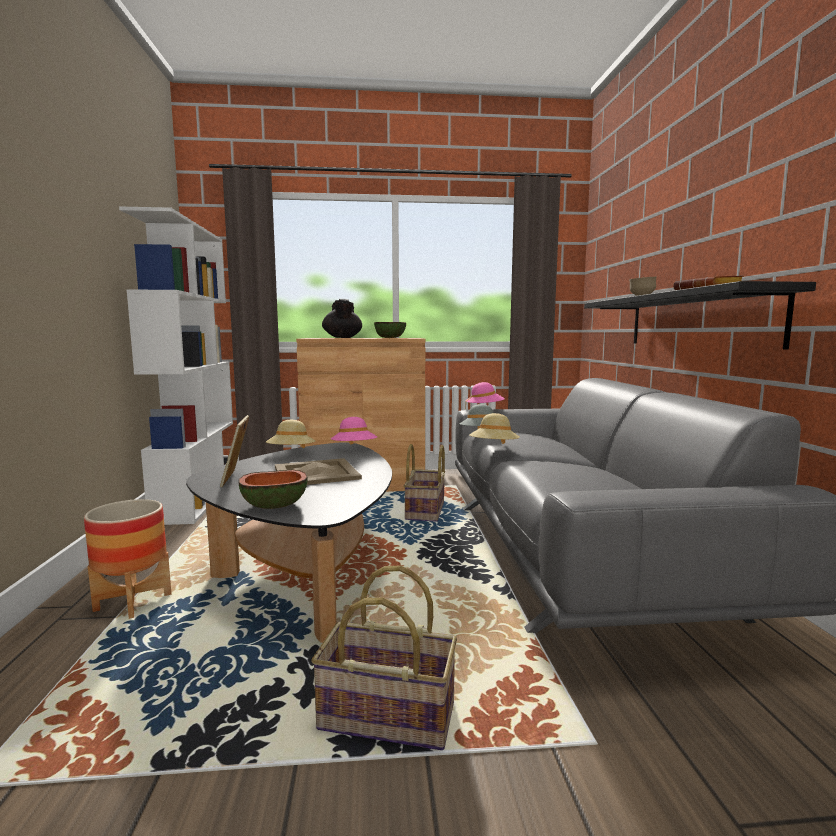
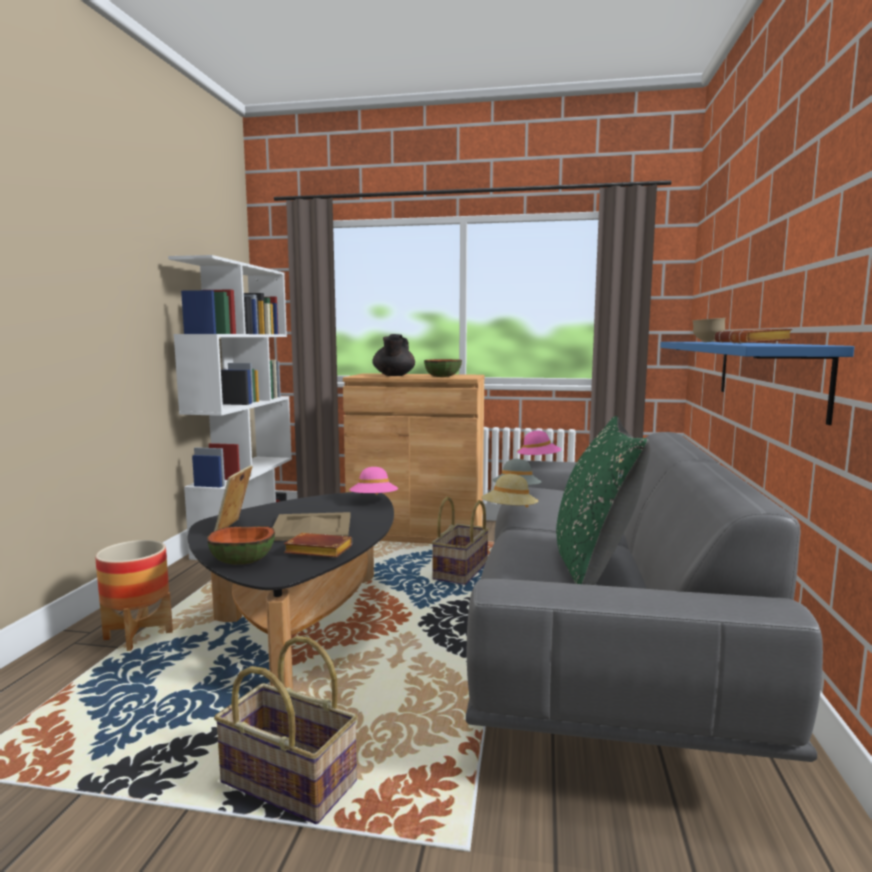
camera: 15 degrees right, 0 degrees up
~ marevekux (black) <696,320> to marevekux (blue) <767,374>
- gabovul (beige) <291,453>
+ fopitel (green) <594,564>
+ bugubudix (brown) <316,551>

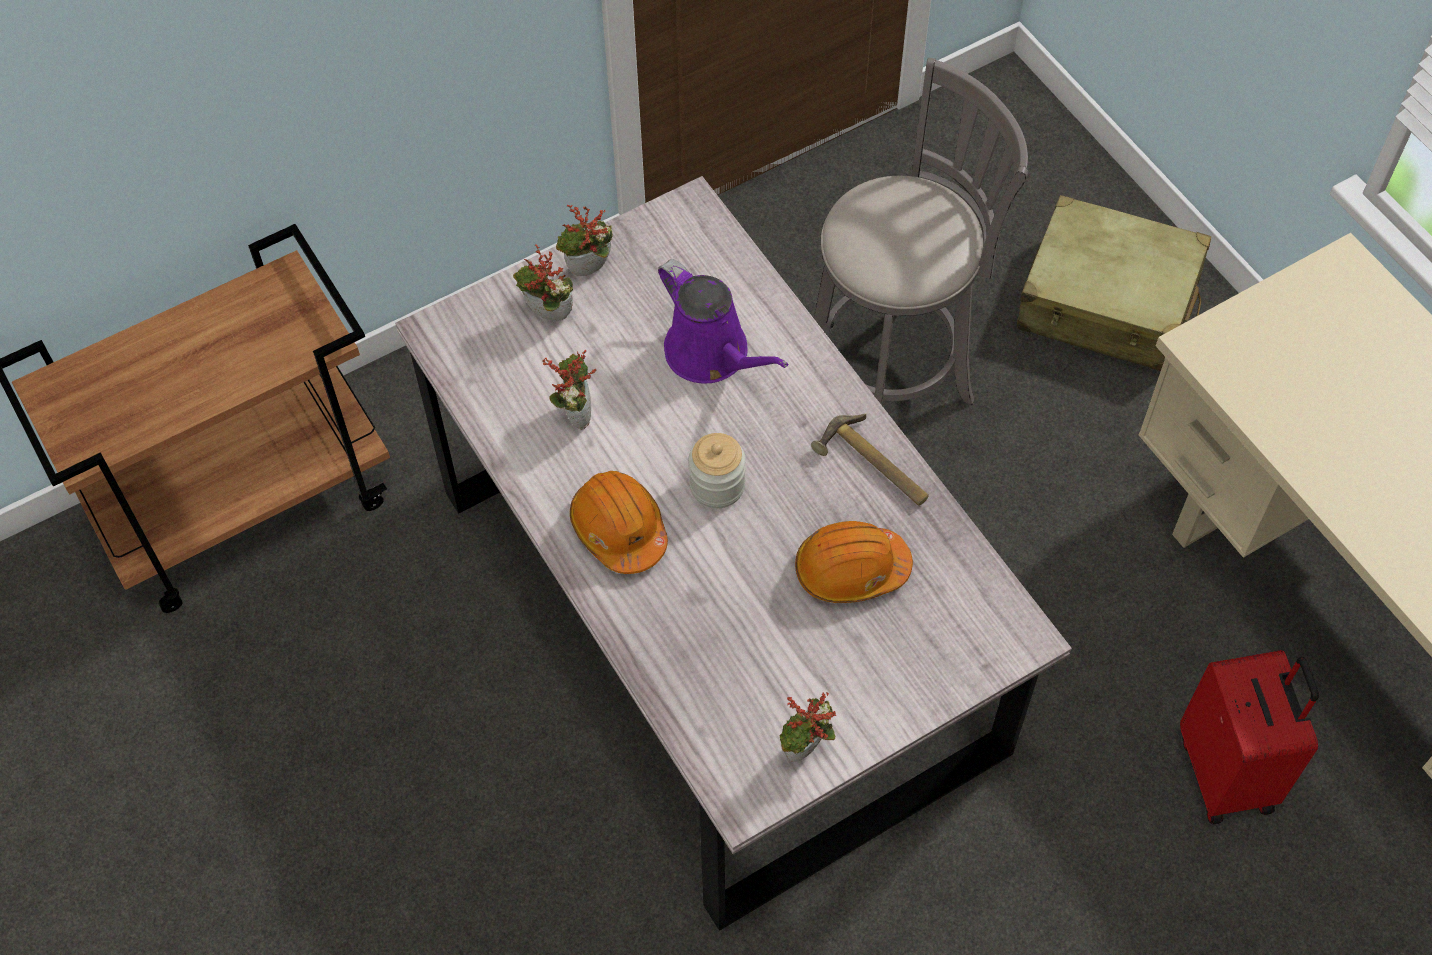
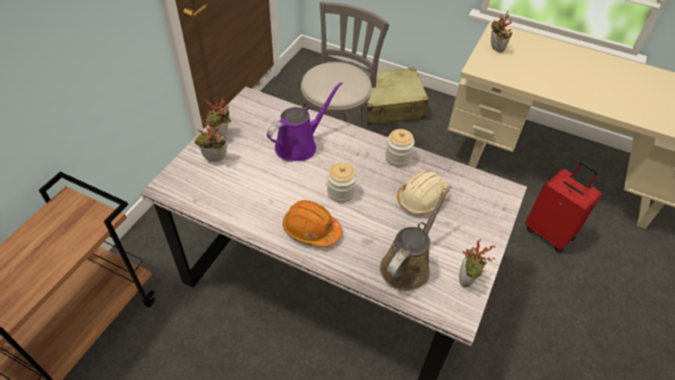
camera: 35 degrees left, 10 degrees down
~ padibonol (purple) <712,355> = <299,145> 60 degrees counterclockwise
~ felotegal <575,414> to <494,49>
~ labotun <872,468> to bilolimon <397,158>
~ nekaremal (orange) <851,570> to nekaremal (beige) <422,198>
+ padibonol (brown) <407,265>

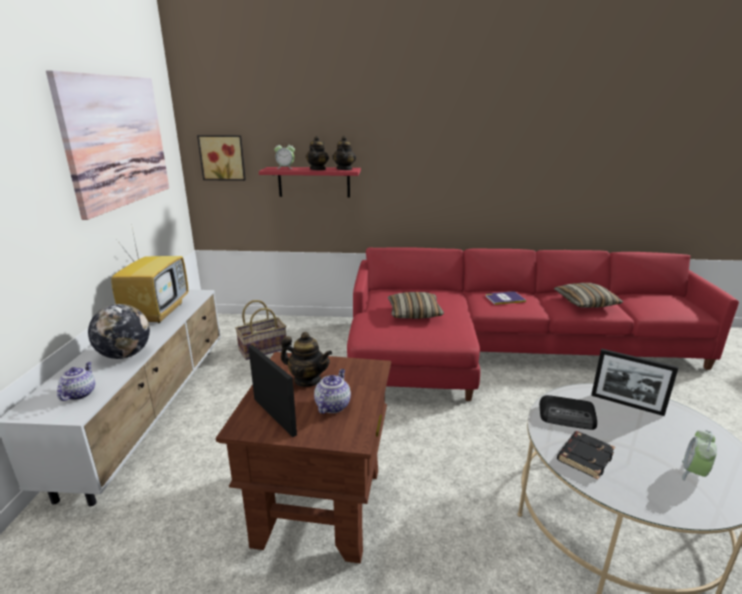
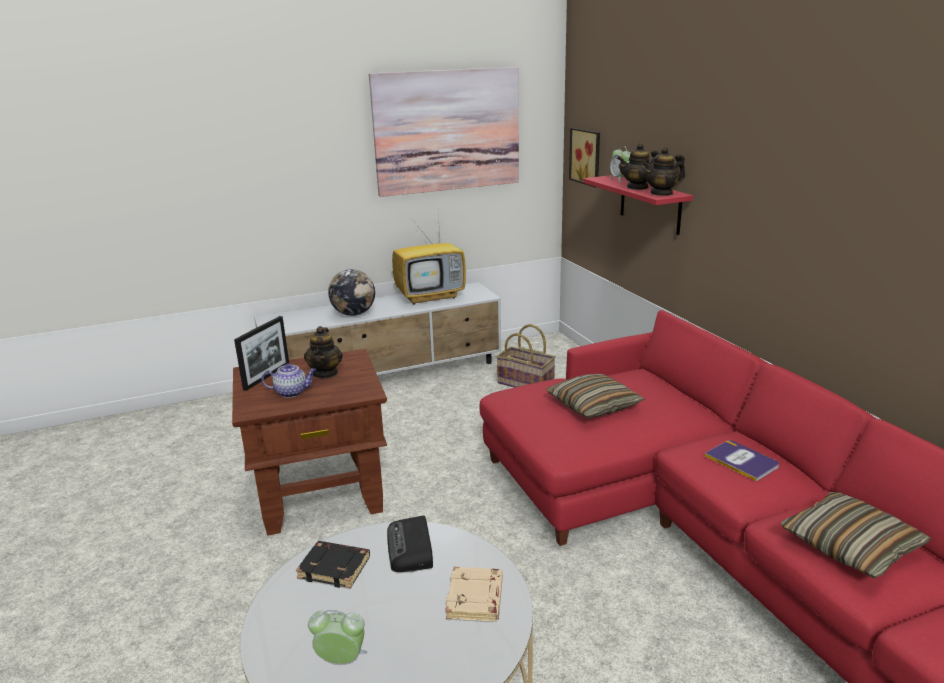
camera: 65 degrees right, 0 degrees up
~ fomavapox <626,404> to bugubudix (beige) <476,599>
- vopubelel <79,393>

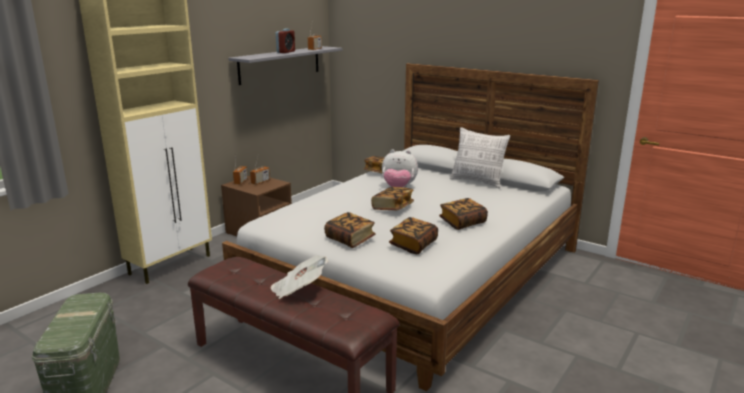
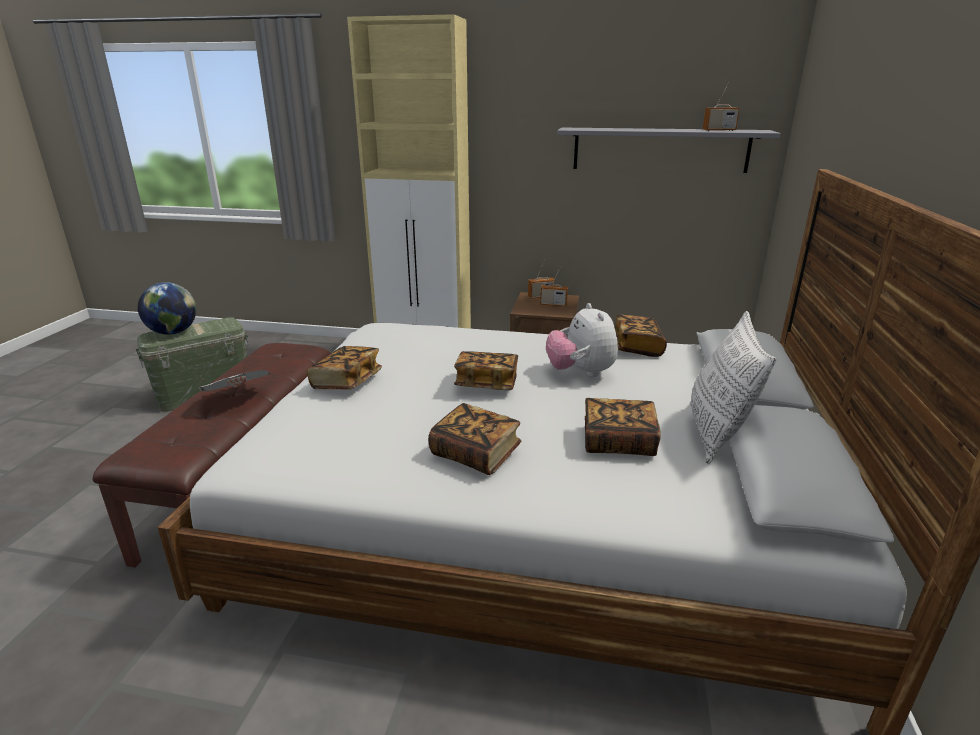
camera: 65 degrees right, 5 degrees up
- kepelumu <286,52>
~ bugubudix <413,245> to <618,442>
+ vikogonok <173,332>

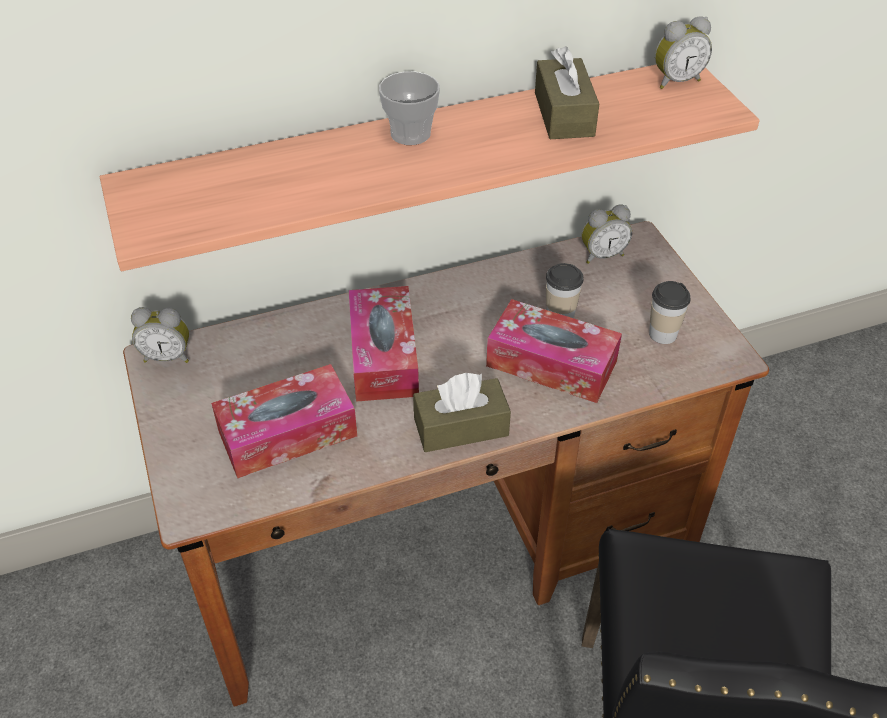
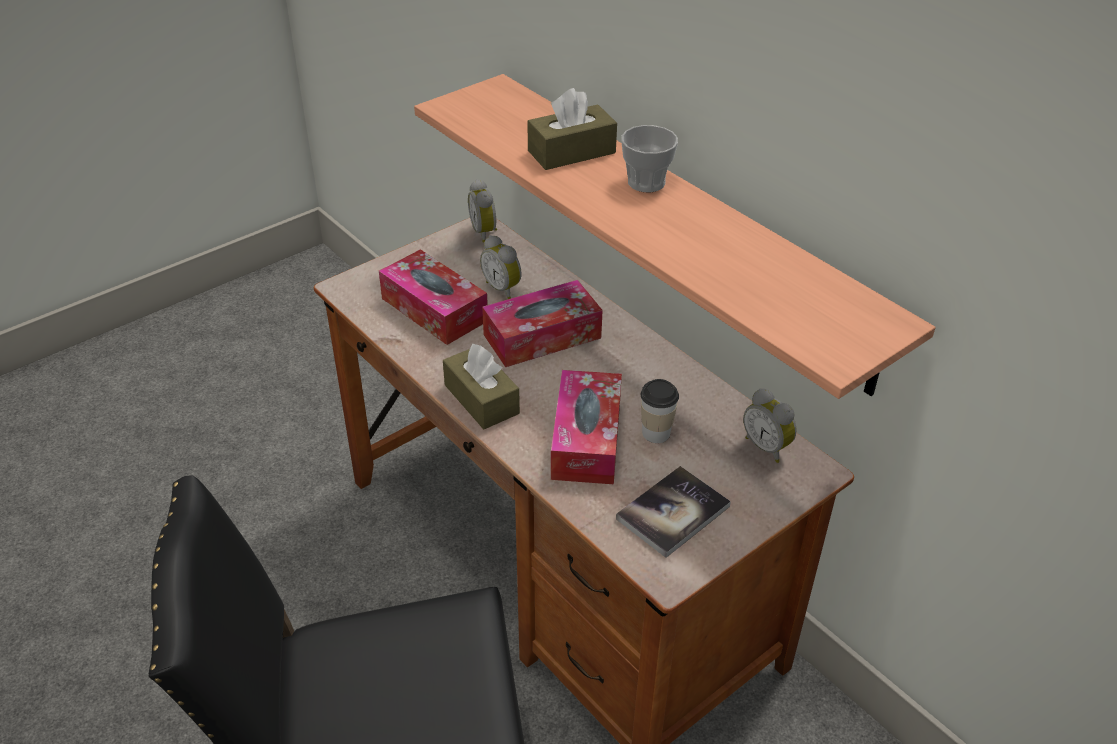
camera: 70 degrees right, 5 degrees down
~ kepelumu <676,81> to <503,288>
~ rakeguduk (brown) <564,114> to <571,152>
~ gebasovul <662,334> to bugubudix <673,513>

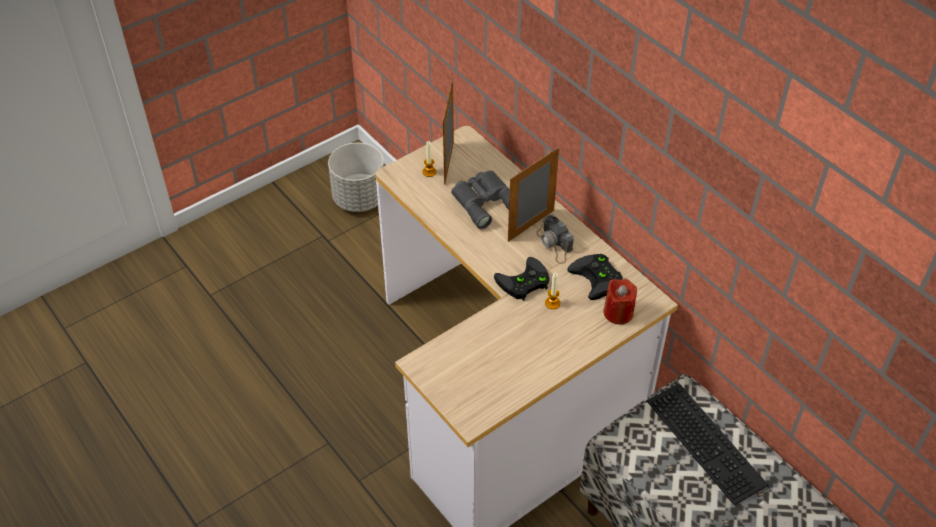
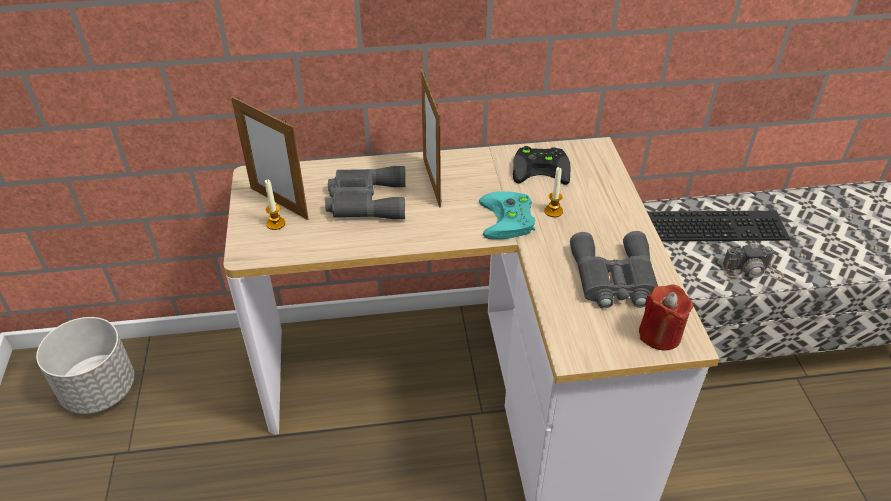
camera: 60 degrees left, 5 degrees down
~ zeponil <555,244> to <752,270>
~ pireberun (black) <523,283> to pireberun (turquoise) <509,220>
~ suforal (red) <618,313> to <660,334>
+ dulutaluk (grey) <613,279>

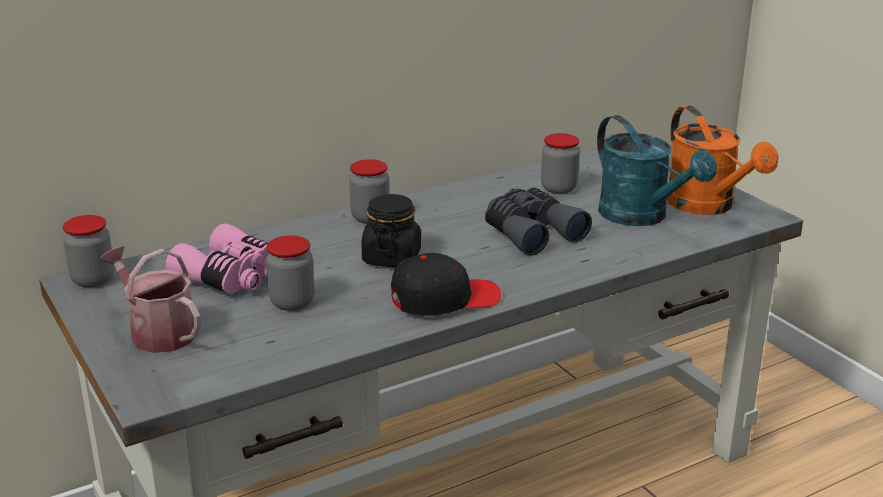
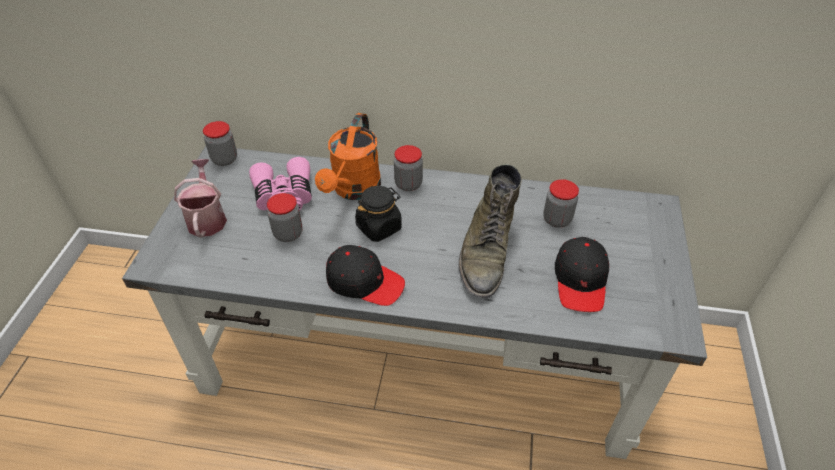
camera: 40 degrees right, 20 degrees up
~ padibonol (orange) <708,206> to <353,190>
~ padibonol (turquoise) <642,217> to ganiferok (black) <580,281>
~ dulutaluk (grey) <531,232> to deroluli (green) <486,252>

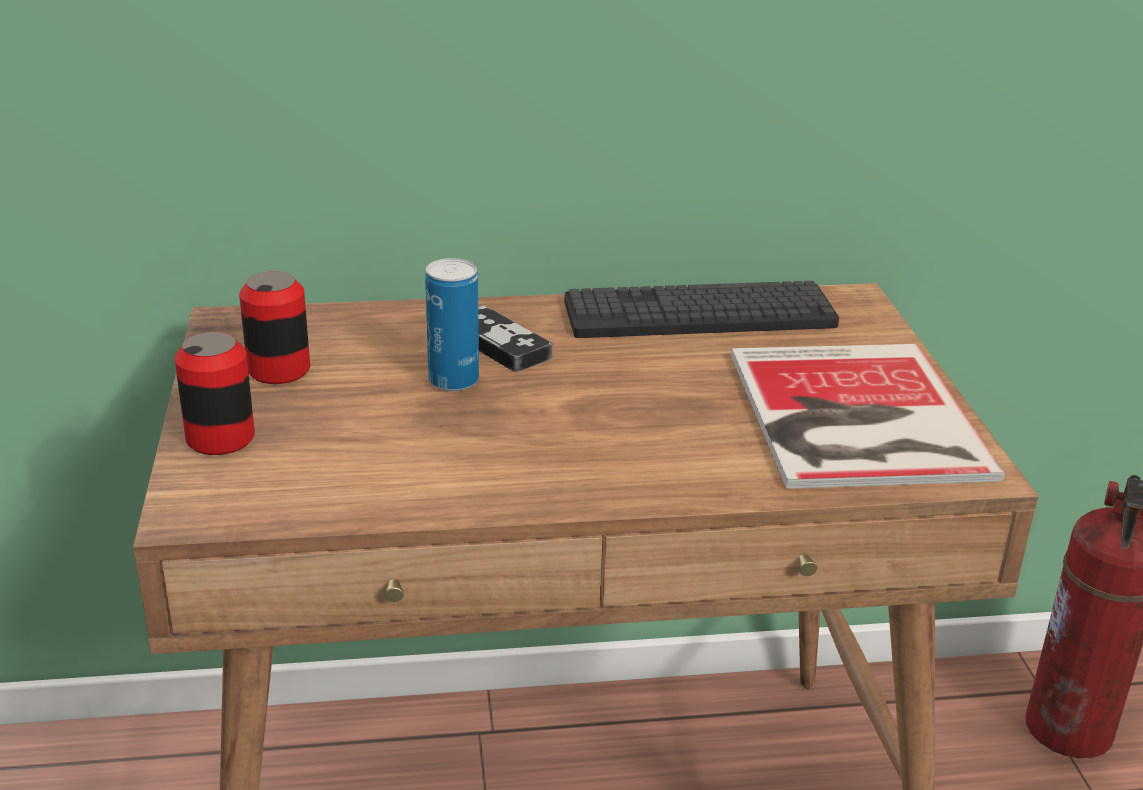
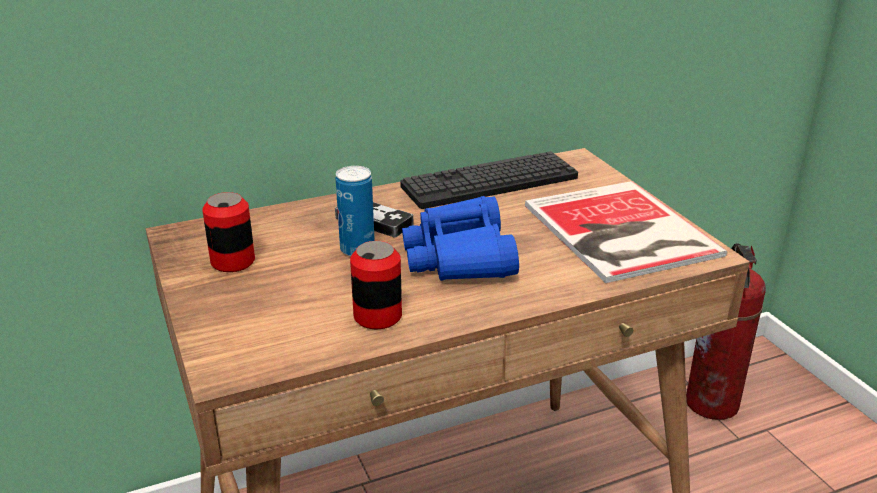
camera: 15 degrees left, 0 degrees up
~ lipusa <220,438> to <377,316>
+ dulutaluk (blue) <459,256>

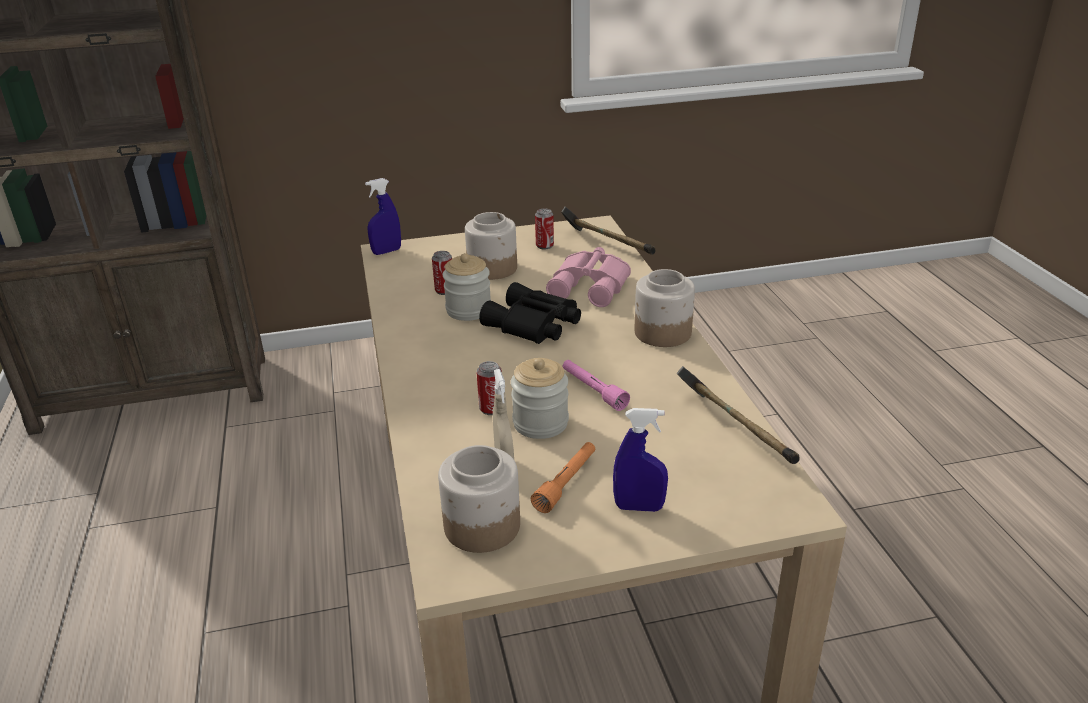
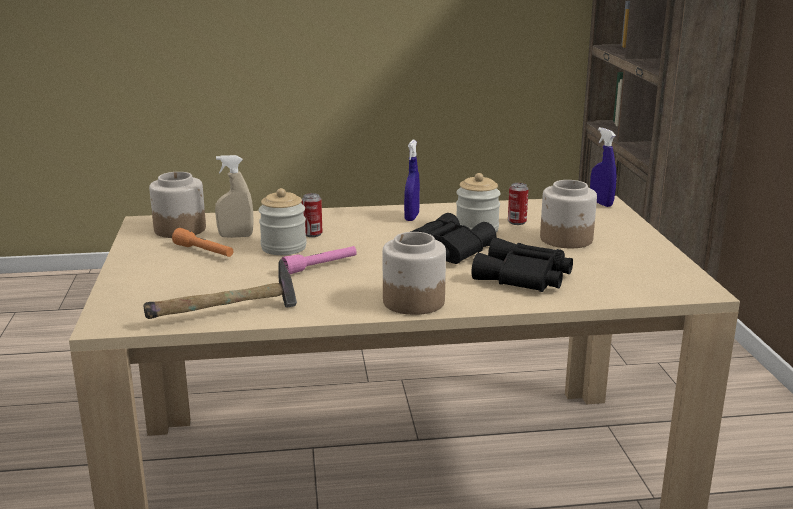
camera: 95 degrees right, 10 degrees down
- labotun <607,245>
- lipusa <544,246>
~ dulutaluk (pink) <592,286> to dulutaluk (black) <524,278>
~ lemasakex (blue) <639,507> to <411,217>

